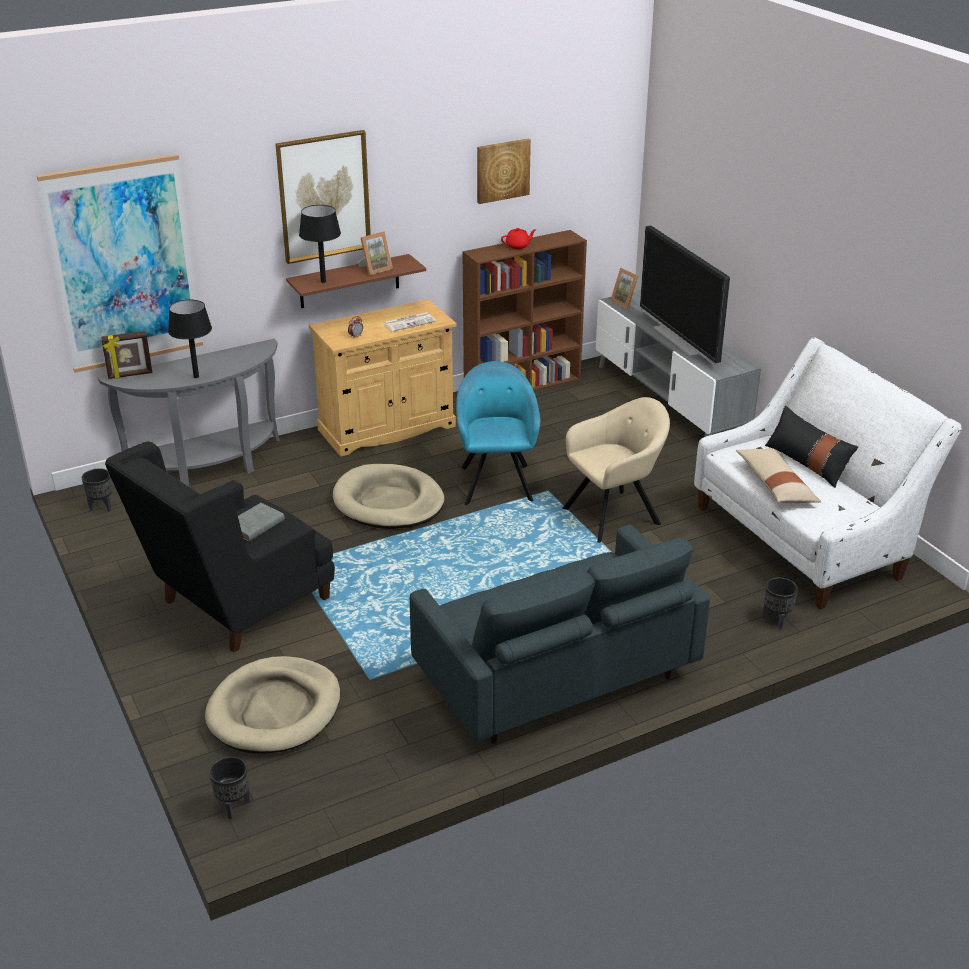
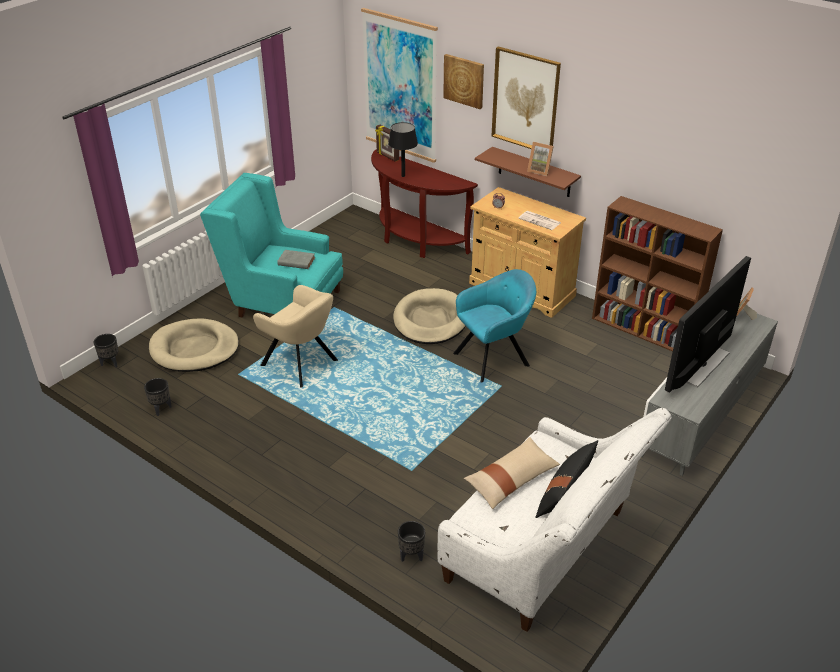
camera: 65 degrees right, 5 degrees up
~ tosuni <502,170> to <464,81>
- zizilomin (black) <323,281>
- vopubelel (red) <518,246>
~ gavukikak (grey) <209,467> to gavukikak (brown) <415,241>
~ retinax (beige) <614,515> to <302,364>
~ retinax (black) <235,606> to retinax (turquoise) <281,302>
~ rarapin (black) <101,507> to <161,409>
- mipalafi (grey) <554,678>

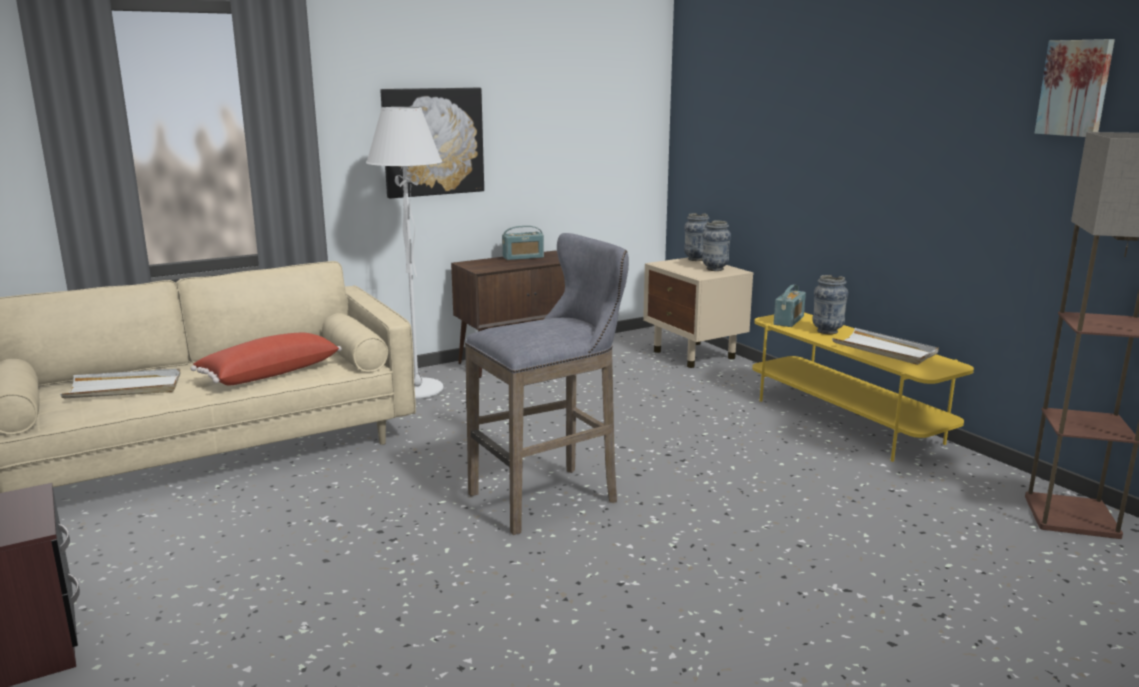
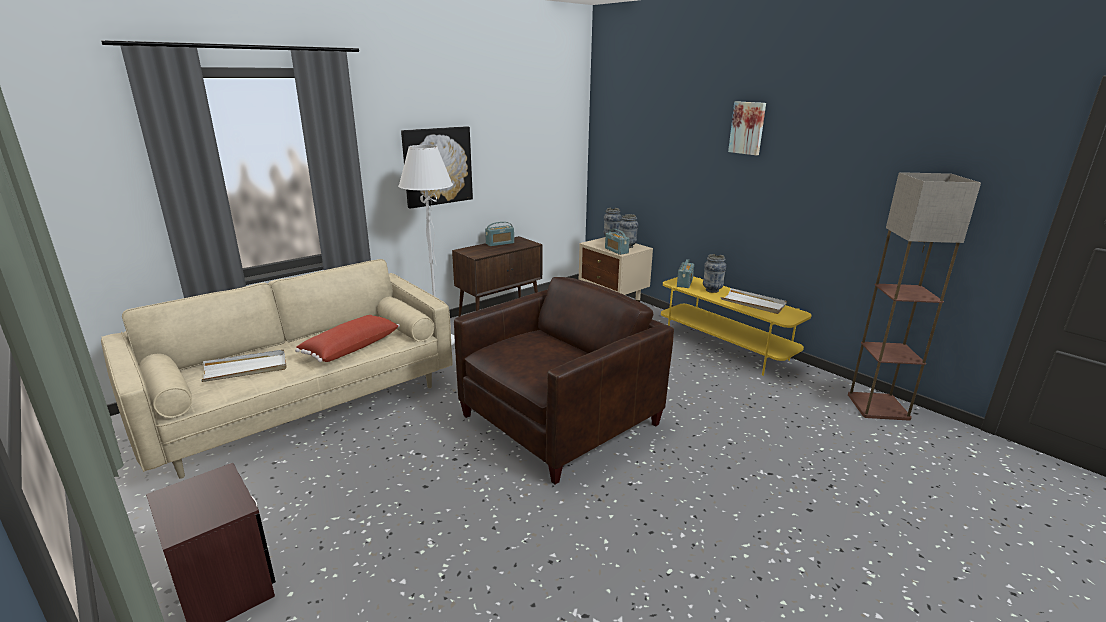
camera: 10 degrees left, 5 degrees up
~ tosuni <1075,88> to <747,128>
~ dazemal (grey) <550,497> to retinax (brown) <560,420>
+ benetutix <616,250>

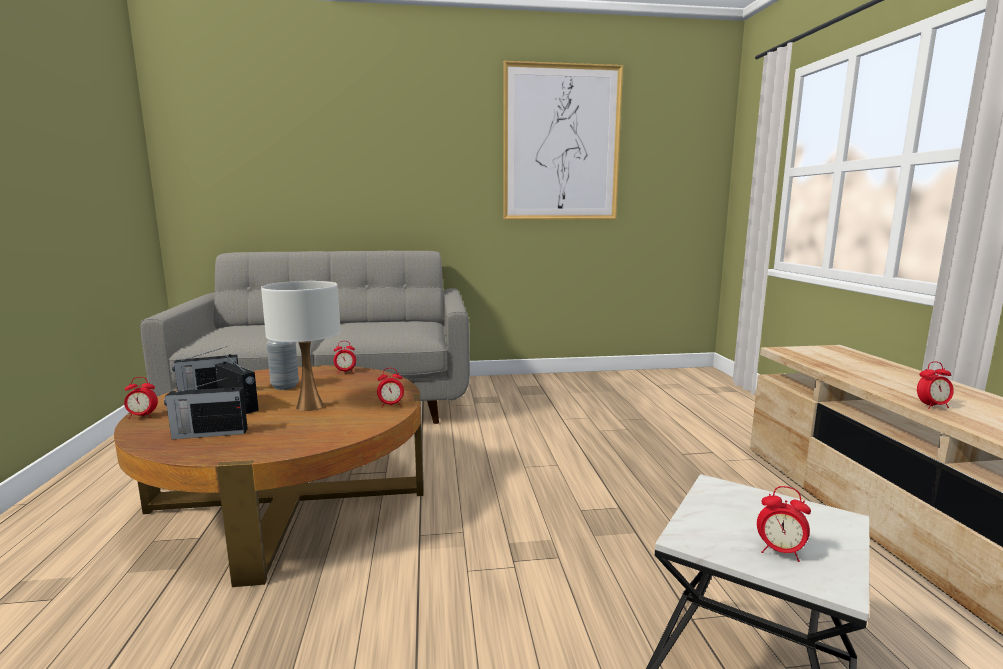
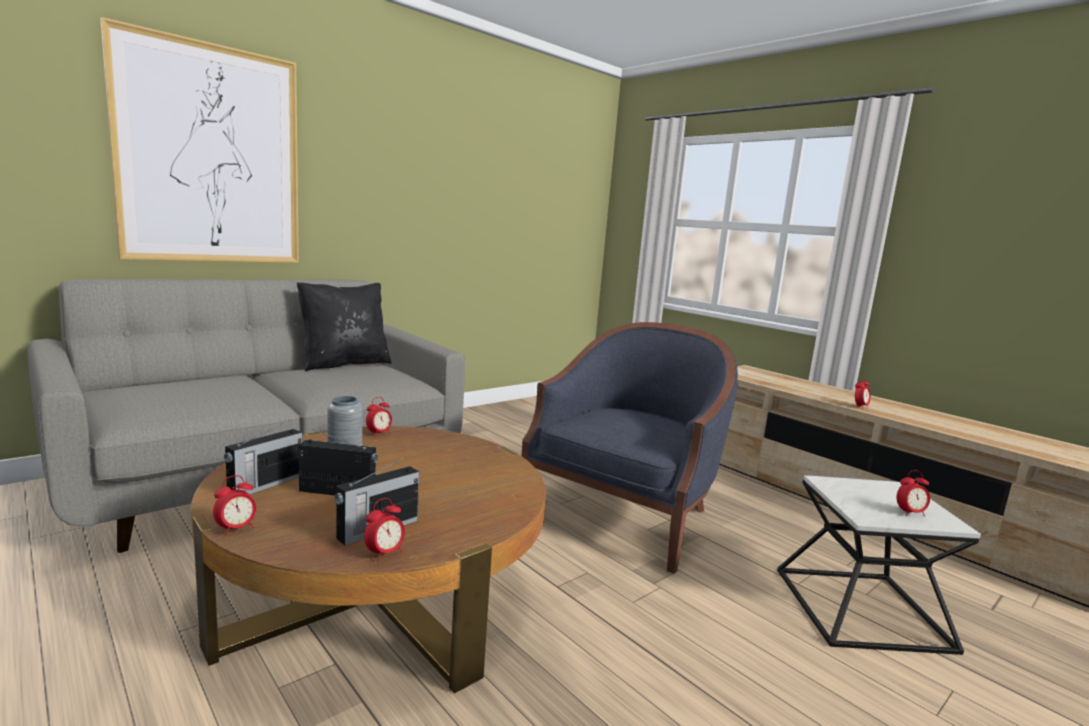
camera: 35 degrees left, 0 degrees up
~ tosuni <561,144> to <211,156>
- zizilomin (white) <310,406>
~ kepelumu <391,405> to <384,553>
+ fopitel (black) <344,364>
+ retinax (blue) <624,515>

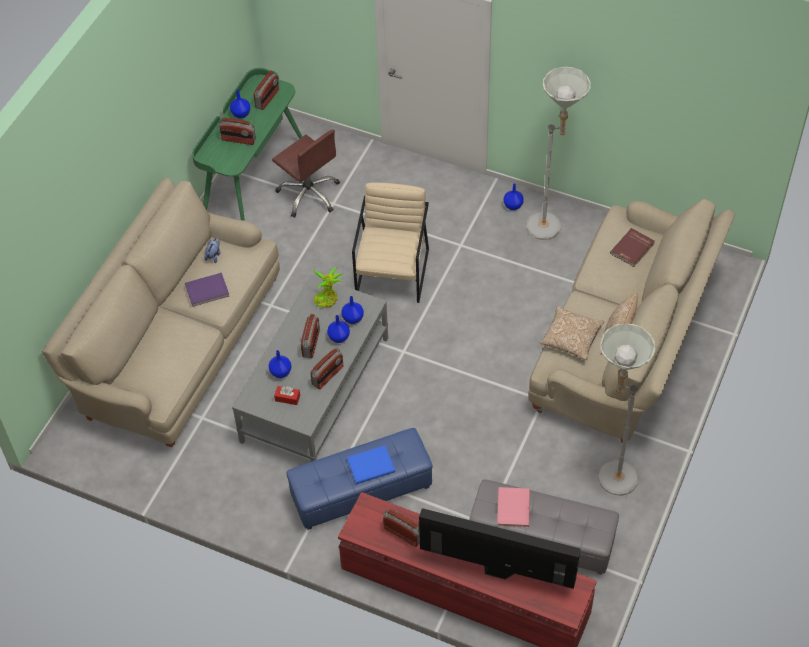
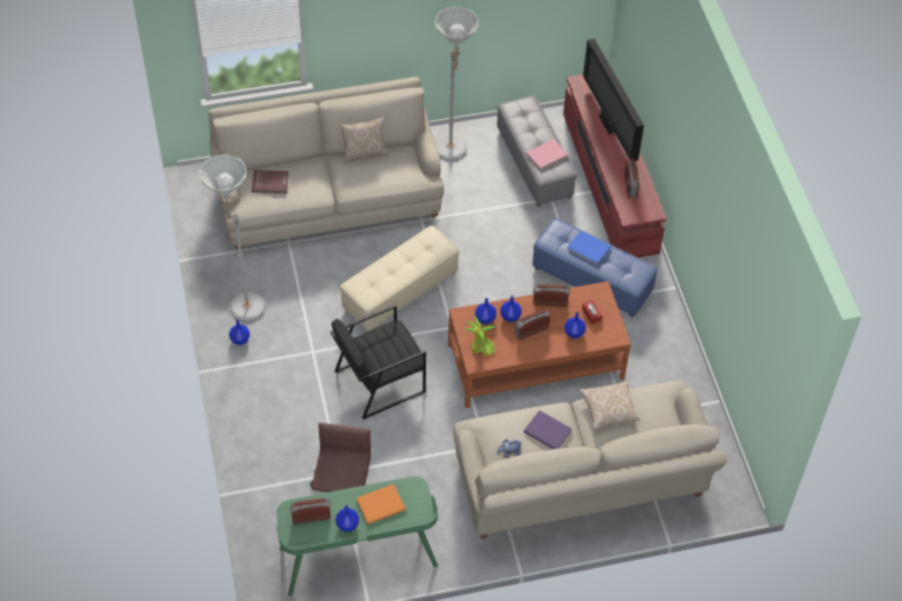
camera: 130 degrees left, 0 degrees up
~ benetutix <238,140> to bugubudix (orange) <380,504>
~ retinax (beige) <393,272> to retinax (black) <379,381>
~ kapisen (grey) <315,389> to kapisen (brown) <535,361>
~ fopitel <571,338> to <609,410>
+ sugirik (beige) <400,292>

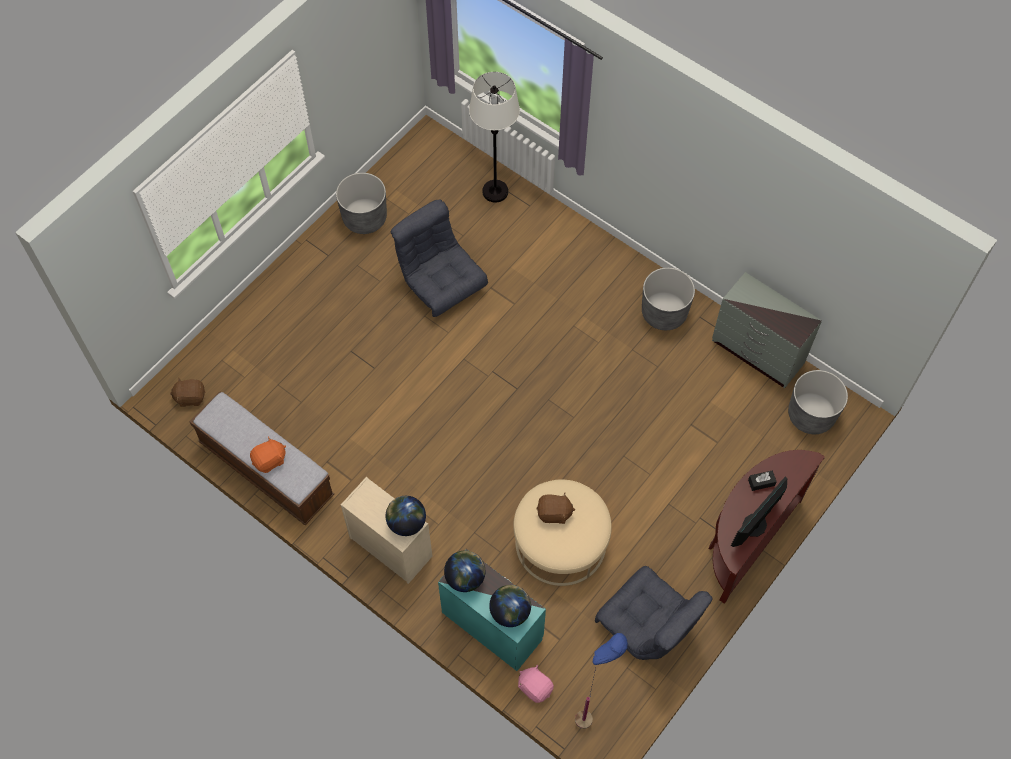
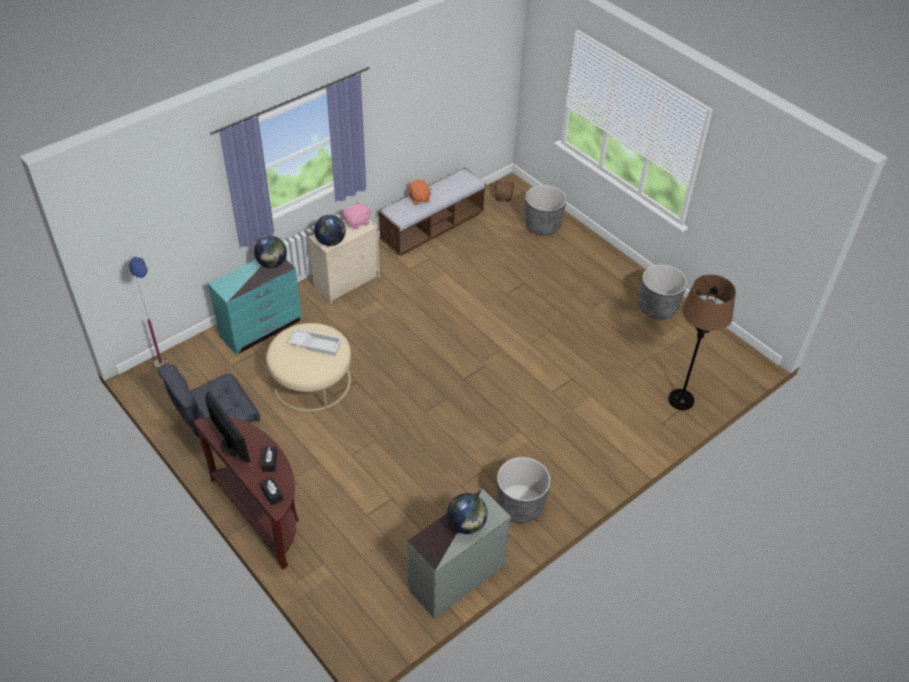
camera: 100 degrees right, 15 degrees down
~ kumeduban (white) <495,191> to kumeduban (brown) <681,400>
- retinax (grey) <441,283>
~ rarapin (grey) <811,415> to <542,225>
~ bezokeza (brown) <554,513> to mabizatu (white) <316,344>
~ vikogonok <510,612> to <466,524>
~ bezokeza (pink) <535,687> to <357,223>
+ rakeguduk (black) <272,494>

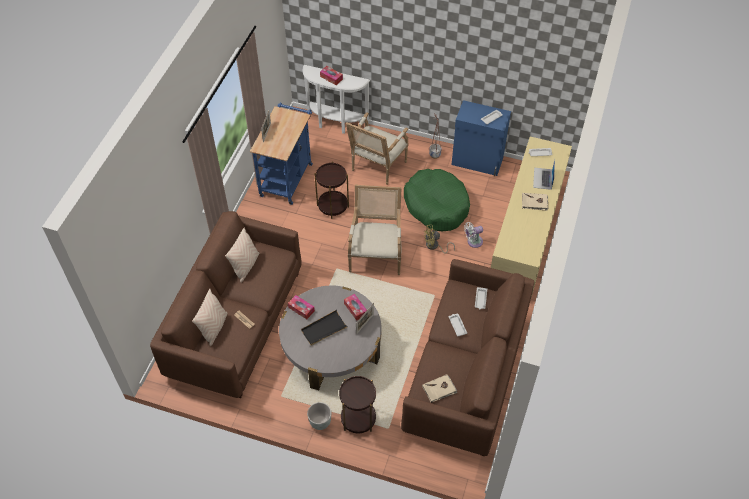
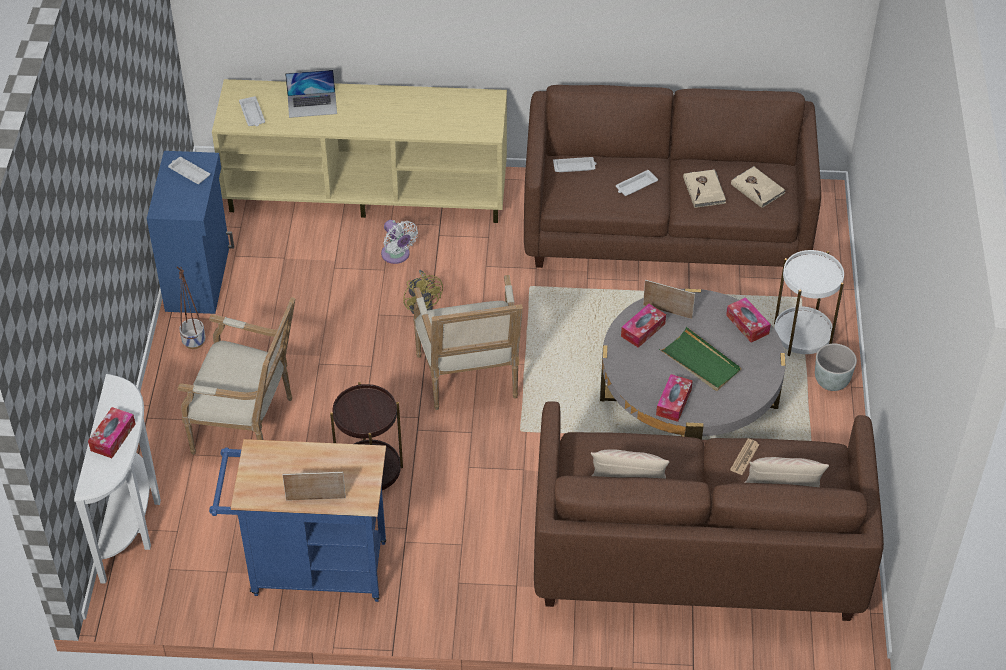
camera: 105 degrees left, 5 degrees down
- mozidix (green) <436,205>
~ retinax <376,255> = <470,381> 90 degrees counterclockwise
~ bugubudix (beige) <534,202> to <704,190>
~ mabizatu (black) <324,329> to mabizatu (green) <700,362>
~ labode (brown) <358,418> to labode (white) <802,336>
+ rakeguduk <747,324>

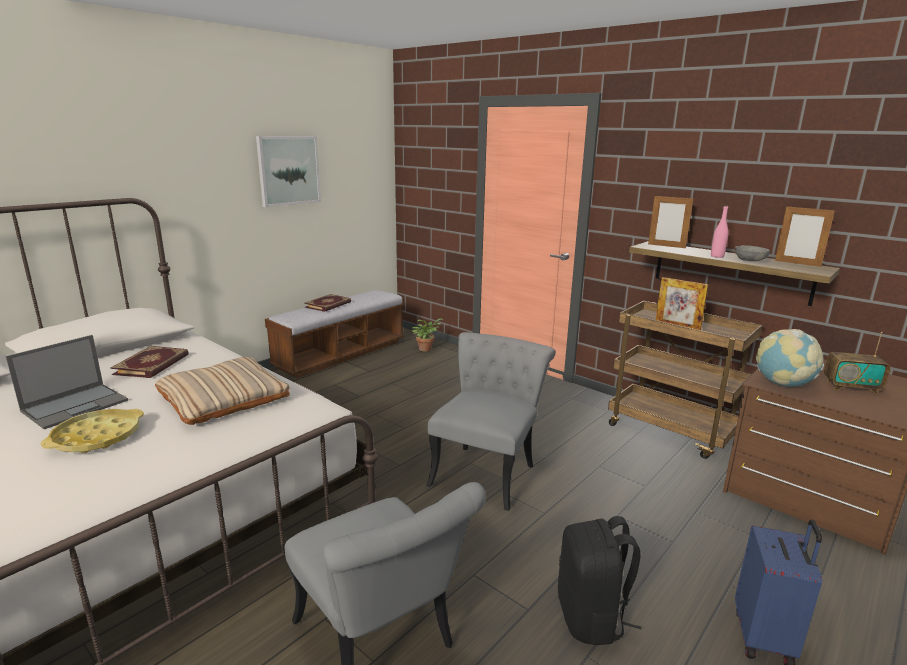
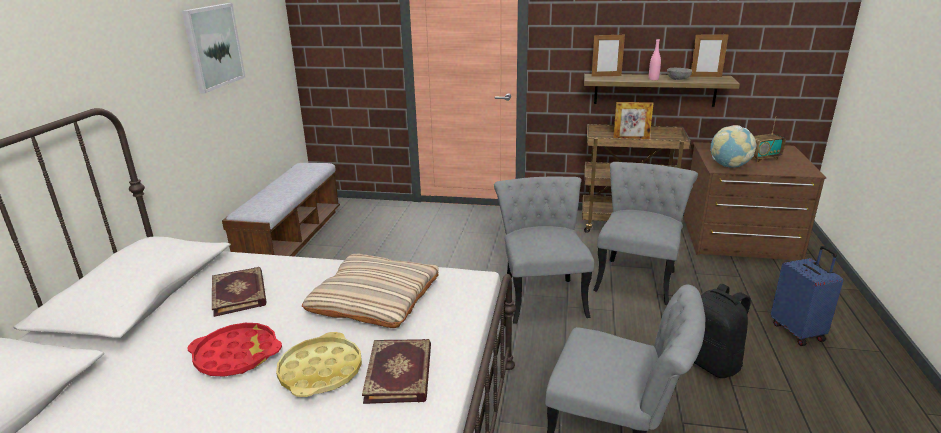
camera: 30 degrees left, 5 degrees up
~ bugubudix <328,305> to <400,373>
- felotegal <426,348>
~ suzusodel <76,405> to mabizatu (red) <237,355>
+ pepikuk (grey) <637,276>

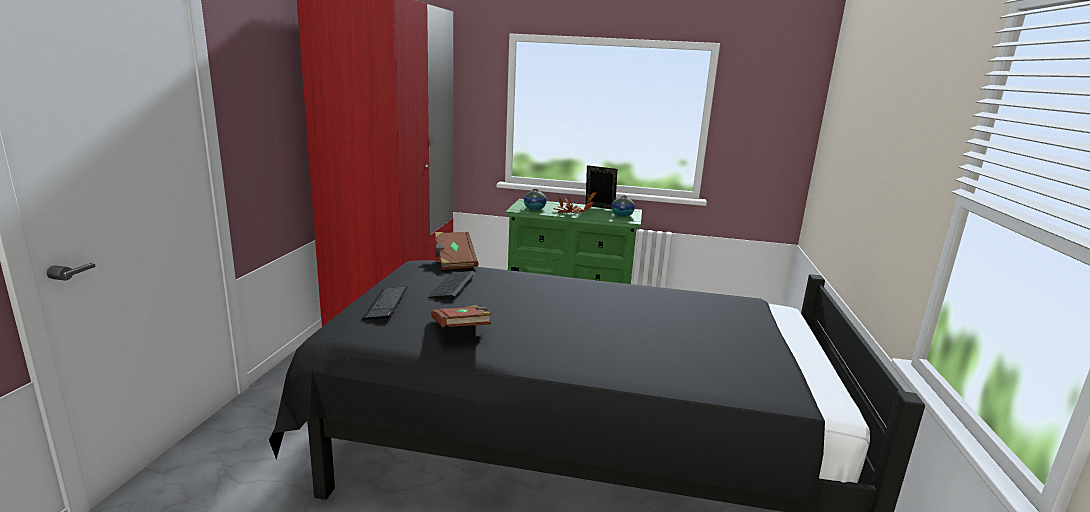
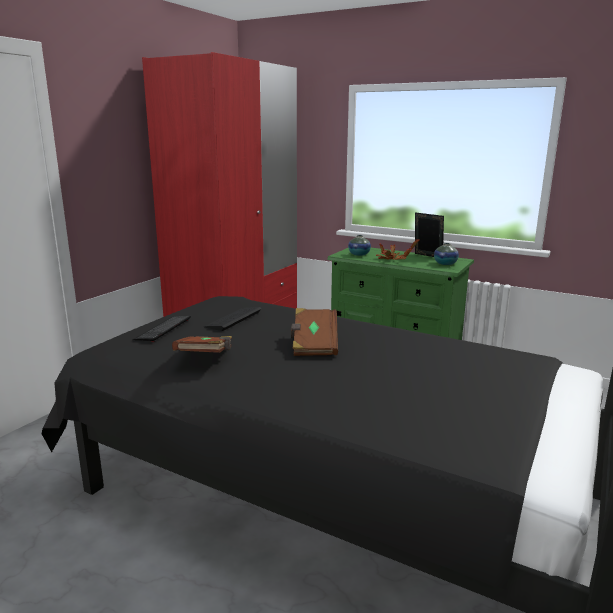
camera: 20 degrees right, 0 degrees up
~ bugubudix (brown) <454,261> to <313,344>

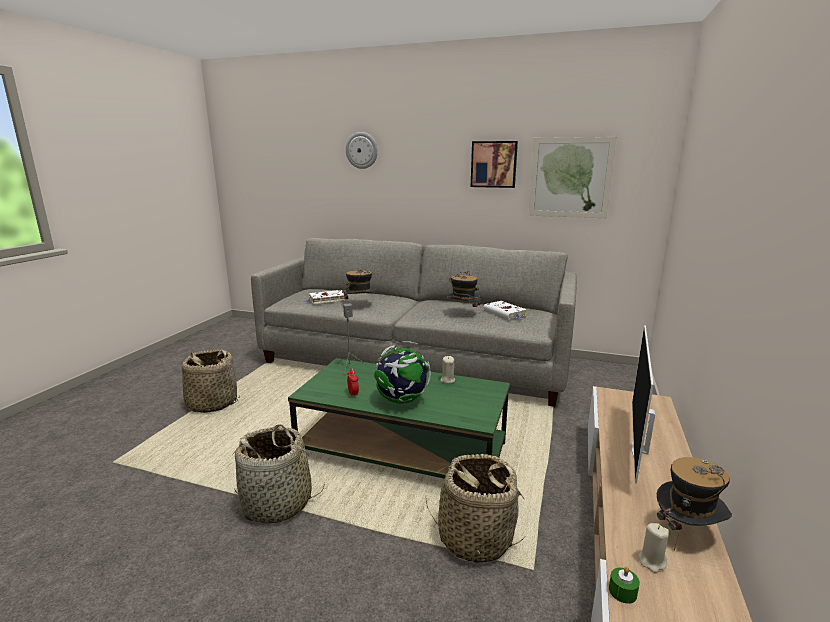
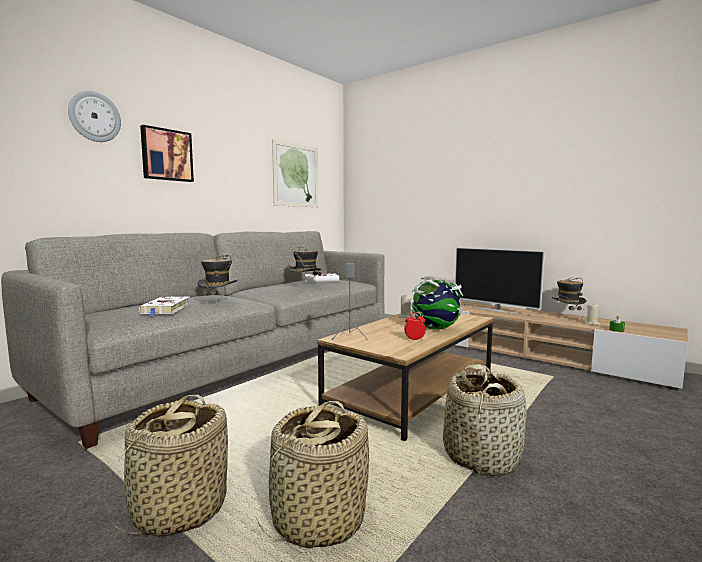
camera: 70 degrees left, 10 degrees down
~ tosuni <494,164> to <166,155>
~ kapisen (green) <403,451> to kapisen (brown) <412,391>
~ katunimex <475,538> to <317,519>

